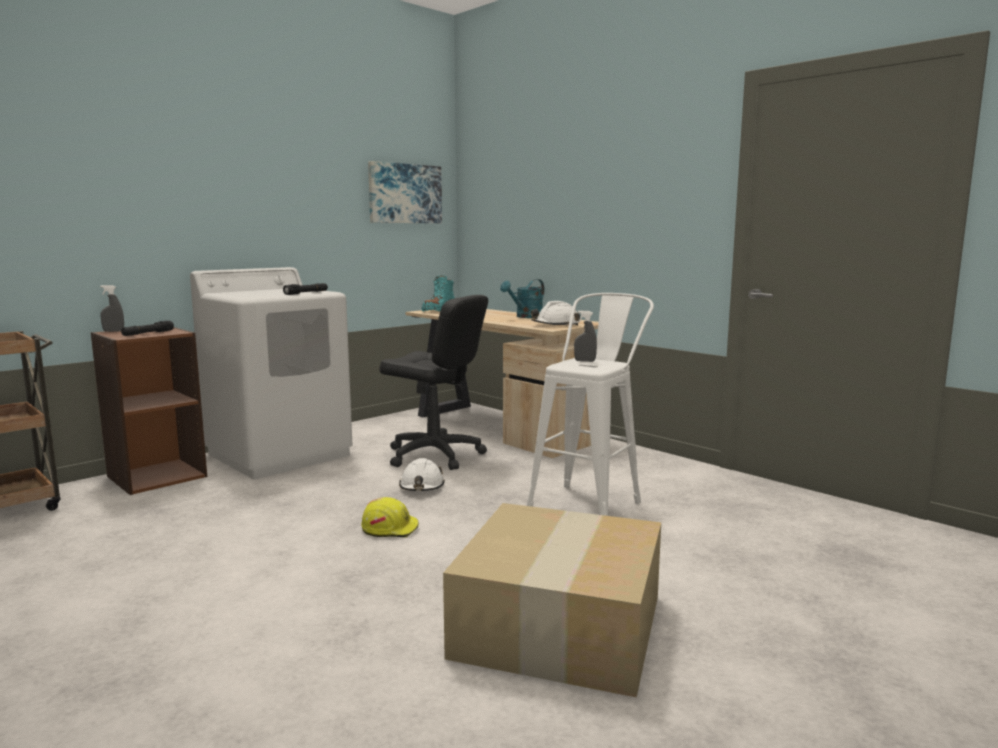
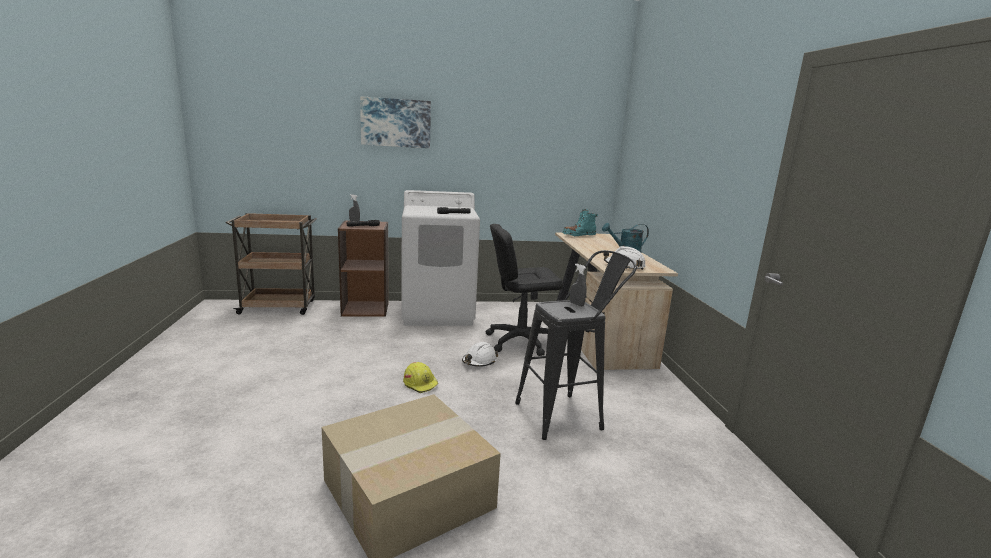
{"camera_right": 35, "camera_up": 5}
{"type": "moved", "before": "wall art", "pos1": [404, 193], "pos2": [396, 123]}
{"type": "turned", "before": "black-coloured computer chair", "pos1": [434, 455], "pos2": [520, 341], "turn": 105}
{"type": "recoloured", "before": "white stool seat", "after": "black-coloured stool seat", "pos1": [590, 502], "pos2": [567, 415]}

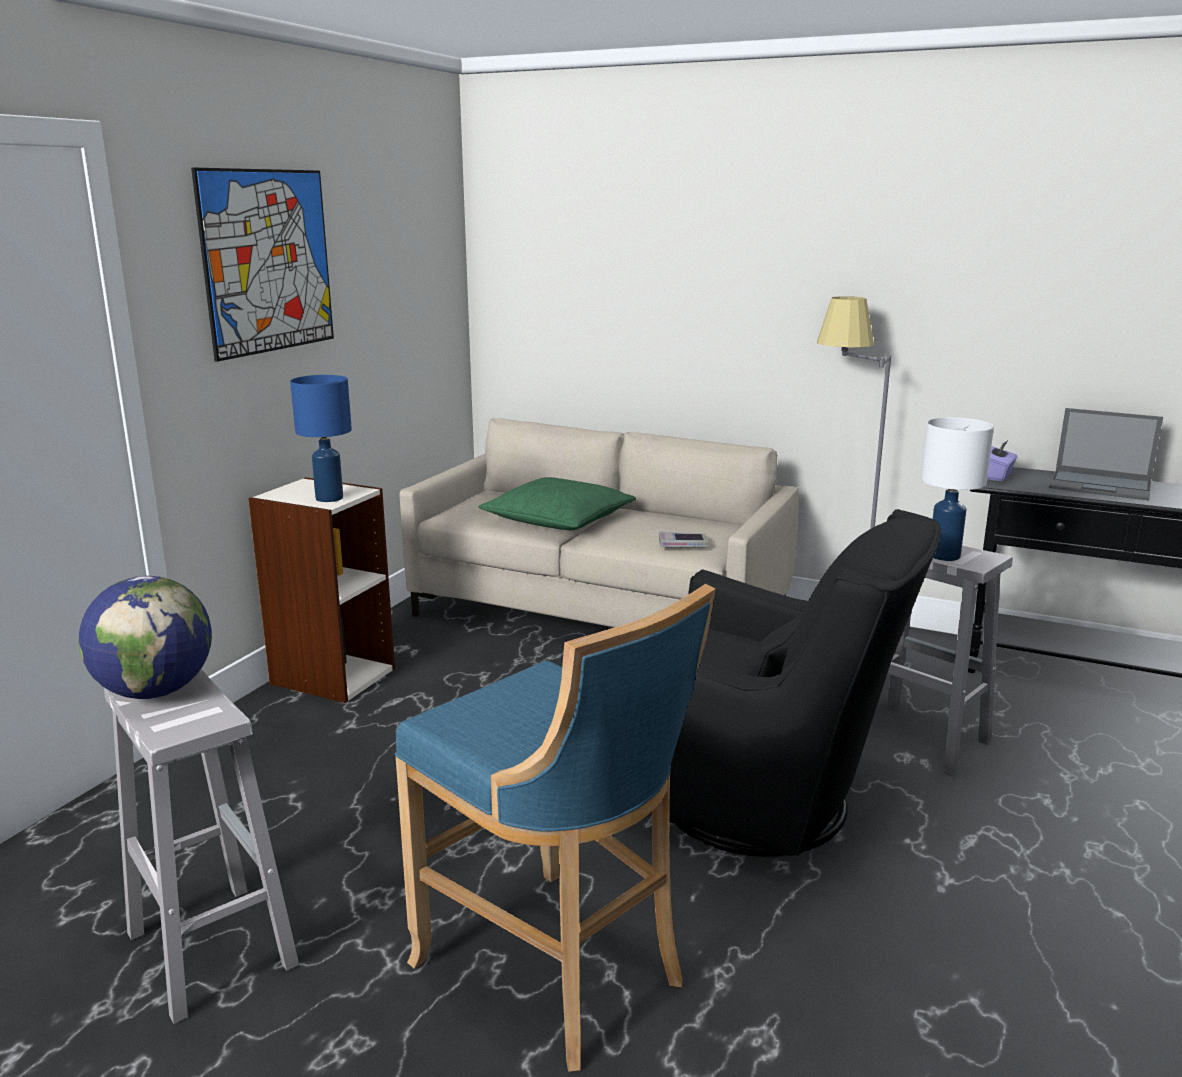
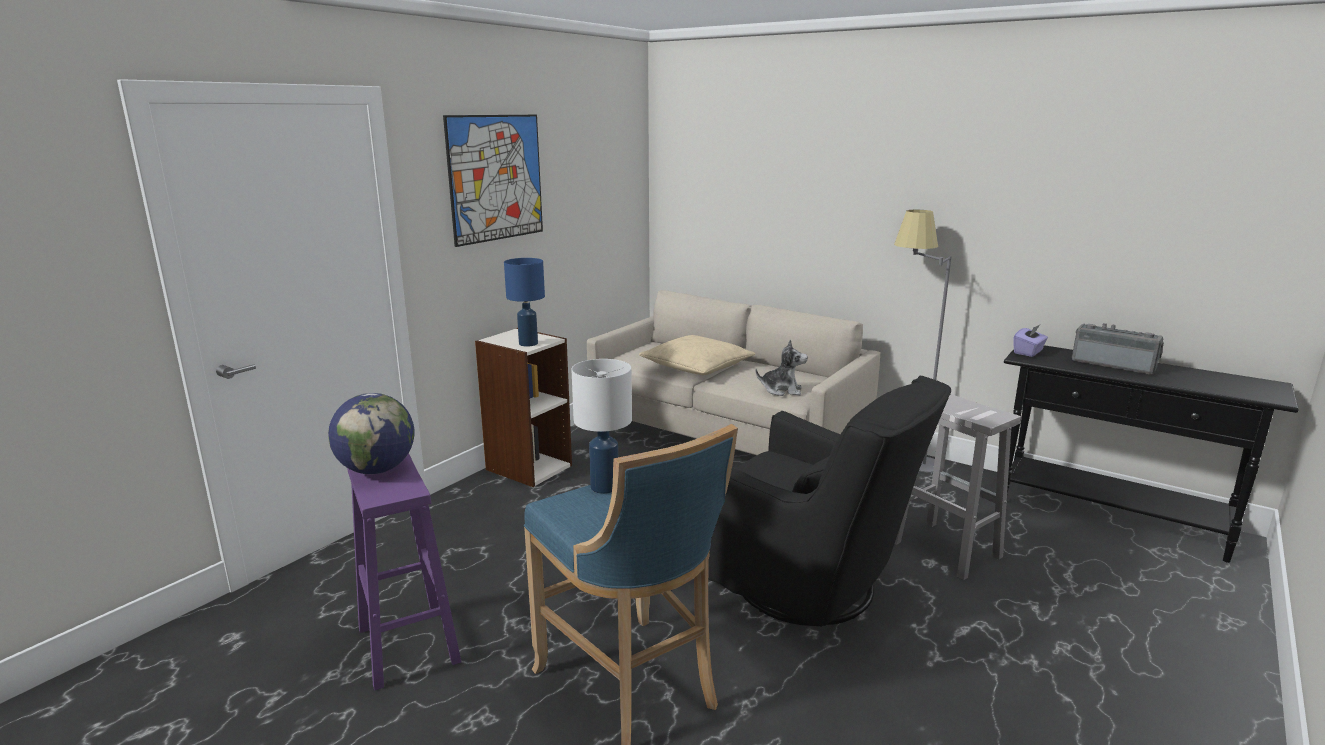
{"camera_right": 10, "camera_up": 0}
{"type": "recoloured", "before": "white stool seat", "after": "purplish stool seat", "pos1": [210, 948], "pos2": [407, 644]}
{"type": "recoloured", "before": "green throw pillow", "after": "beige-coloured throw pillow", "pos1": [558, 520], "pos2": [696, 366]}
{"type": "replaced", "before": "volume", "after": "cuddly toy", "pos1": [683, 544], "pos2": [782, 390]}
{"type": "moved", "before": "white lamp for a table", "pos1": [944, 556], "pos2": [604, 487]}
{"type": "replaced", "before": "laptop", "after": "radio set", "pos1": [1101, 486], "pos2": [1113, 364]}

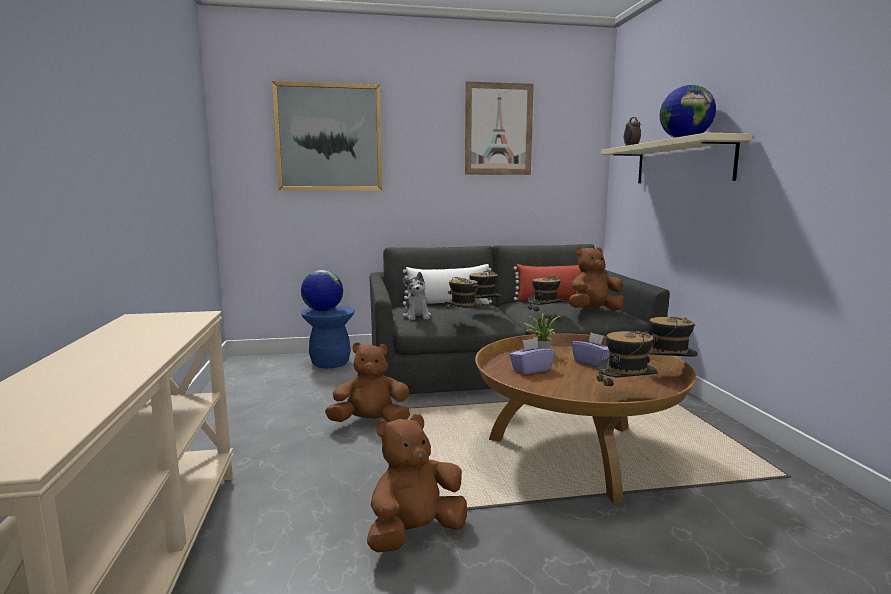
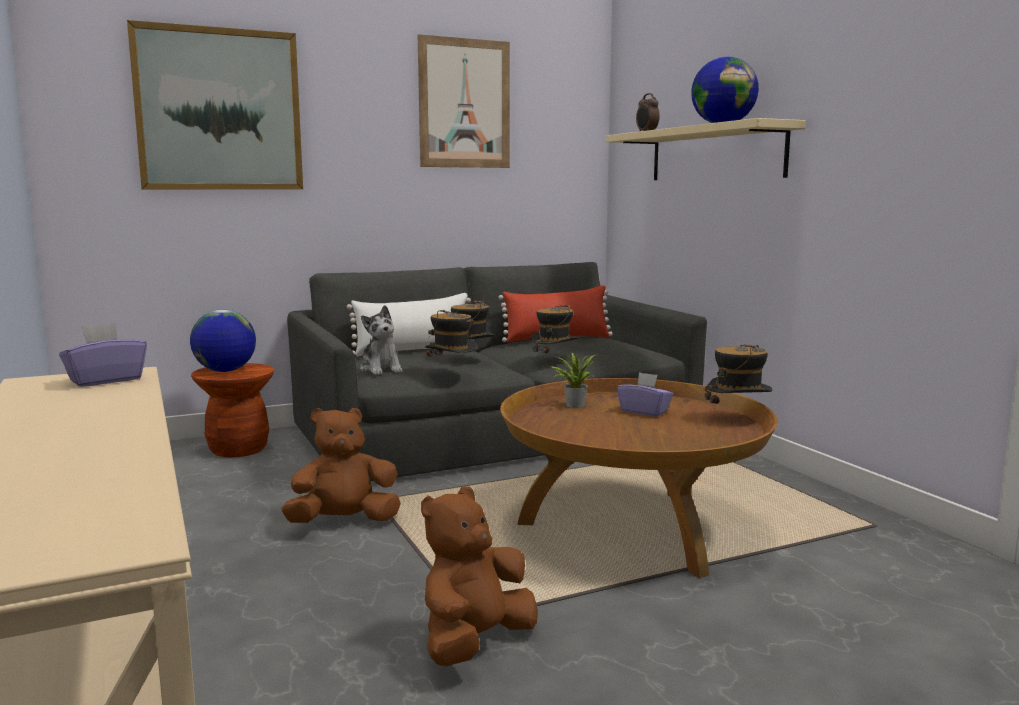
{"camera_right": -15, "camera_up": 0}
{"type": "recoloured", "before": "blue stool seat", "after": "brown stool seat", "pos1": [330, 363], "pos2": [238, 449]}
{"type": "moved", "before": "purplish box of tissues", "pos1": [531, 369], "pos2": [105, 380]}
{"type": "removed", "before": "brown cuddly toy", "pos1": [594, 311]}
{"type": "removed", "before": "wearable hat", "pos1": [625, 397]}

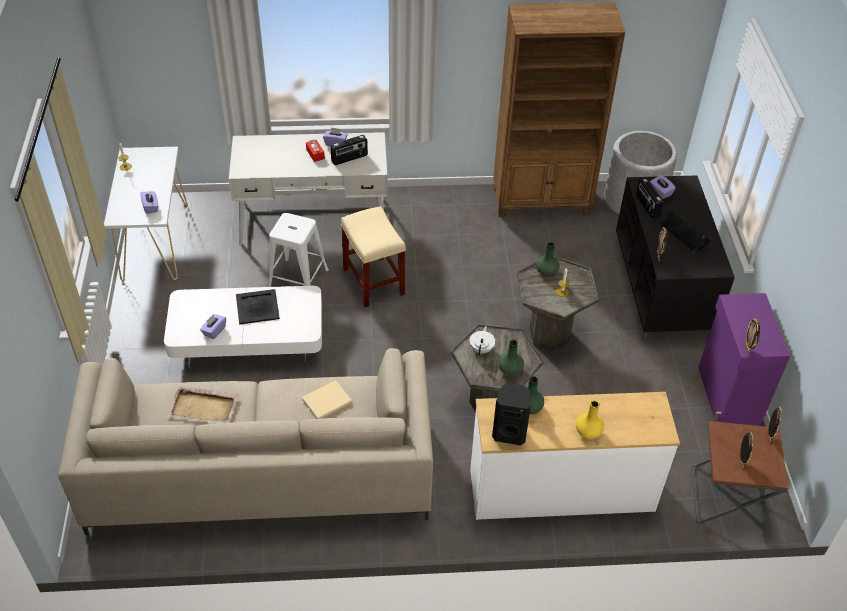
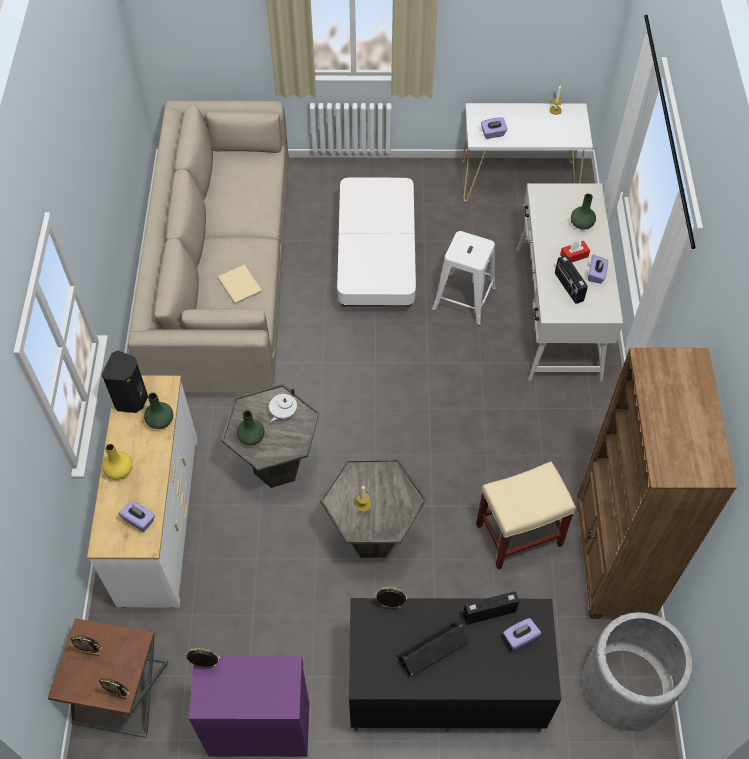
{"camera_right": 95, "camera_up": 10}
{"type": "removed", "before": "beige-coloured serving tray", "pos1": [204, 407]}
{"type": "moved", "before": "purplish box of tissues", "pos1": [214, 331], "pos2": [139, 520]}
{"type": "removed", "before": "black-coloured serving tray", "pos1": [257, 307]}
{"type": "moved", "before": "beige-coloured stool seat", "pos1": [374, 282], "pos2": [517, 535]}
{"type": "turned", "before": "white pot for tea", "pos1": [482, 349], "pos2": [283, 413], "turn": 105}
{"type": "moved", "before": "green flower vase", "pos1": [547, 271], "pos2": [581, 224]}

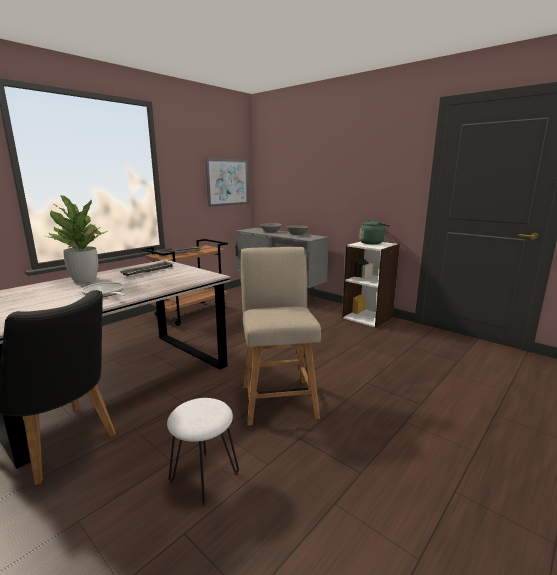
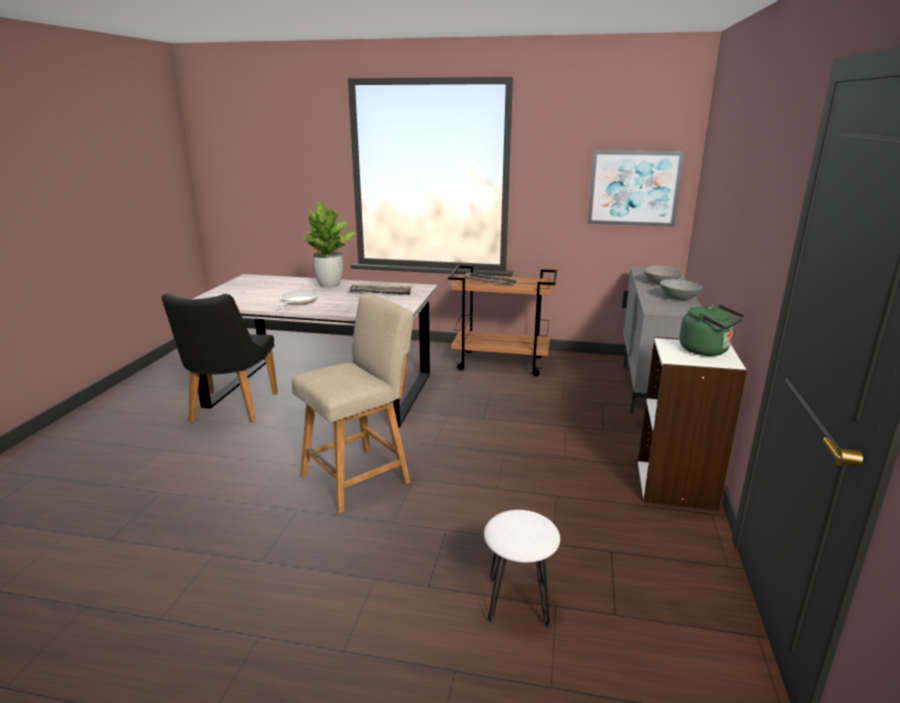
{"camera_right": 60, "camera_up": 5}
{"type": "moved", "before": "white stool seat", "pos1": [204, 477], "pos2": [518, 601]}

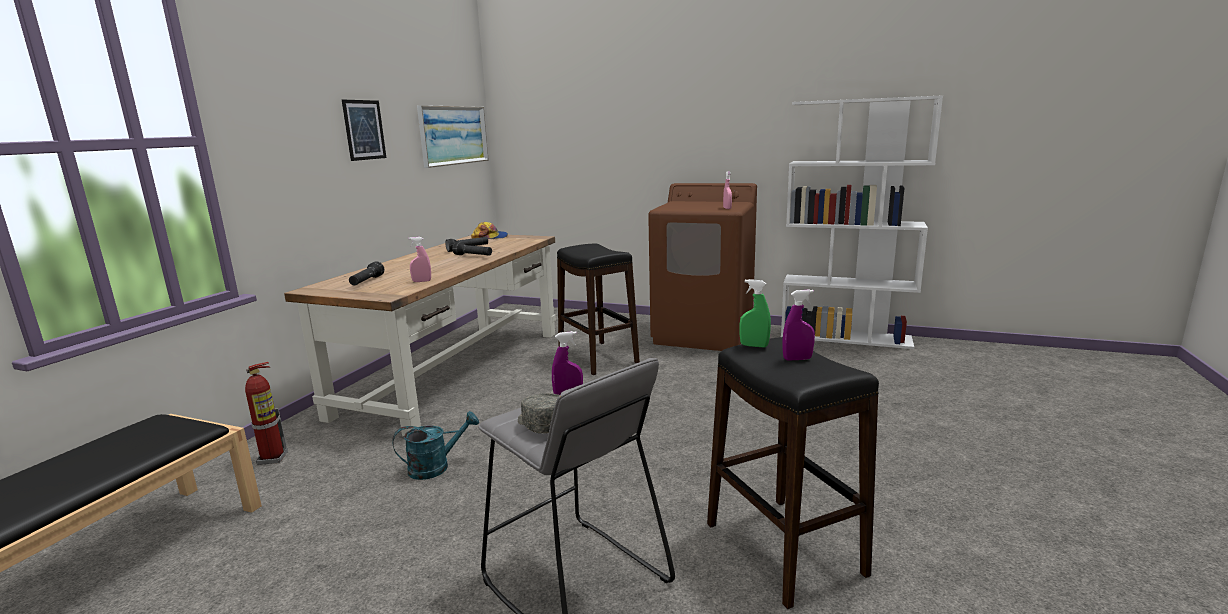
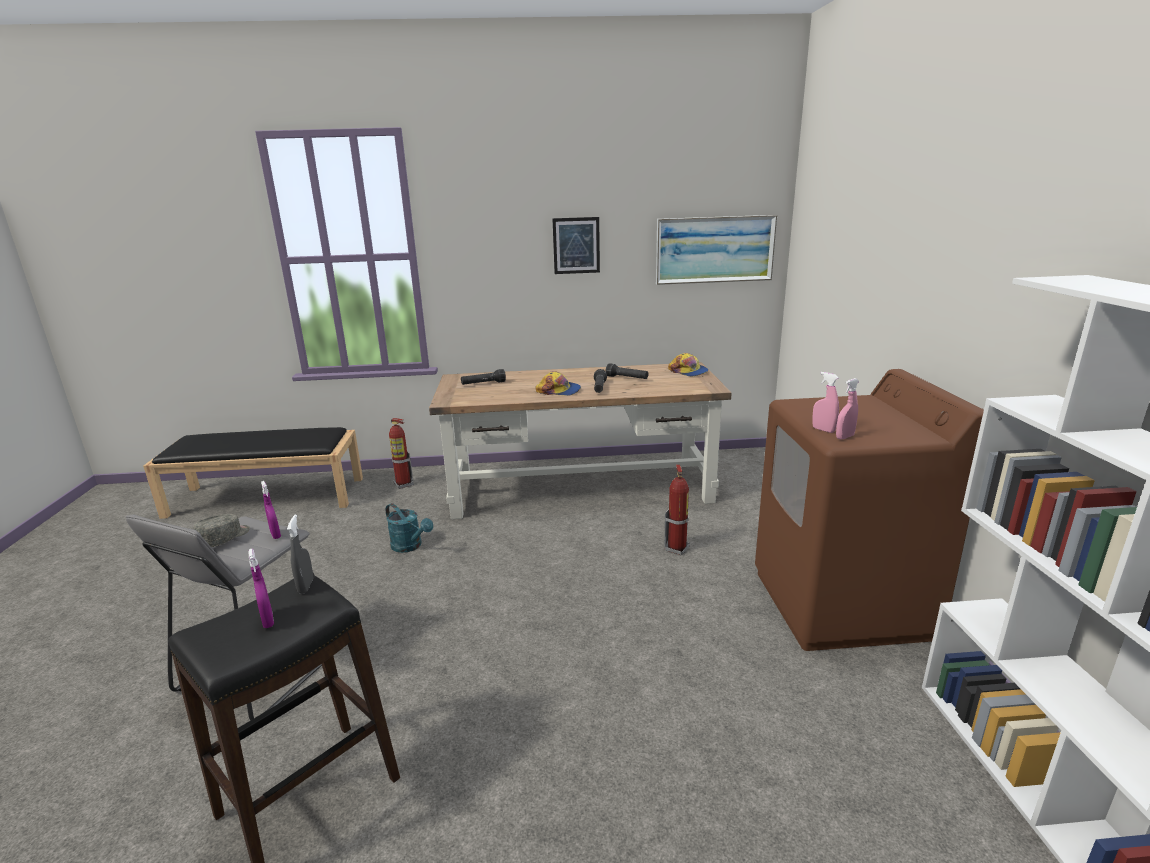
{"camera_right": 65, "camera_up": 5}
{"type": "moved", "before": "pink-coloured hand sprayer", "pos1": [422, 281], "pos2": [823, 430]}
{"type": "replaced", "before": "black-coloured stool seat", "after": "extinguisher", "pos1": [597, 358], "pos2": [677, 548]}
{"type": "recoloured", "before": "green hand sprayer", "after": "grey hand sprayer", "pos1": [754, 346], "pos2": [306, 586]}
{"type": "added", "after": "peaked cap", "pos2": [559, 390]}

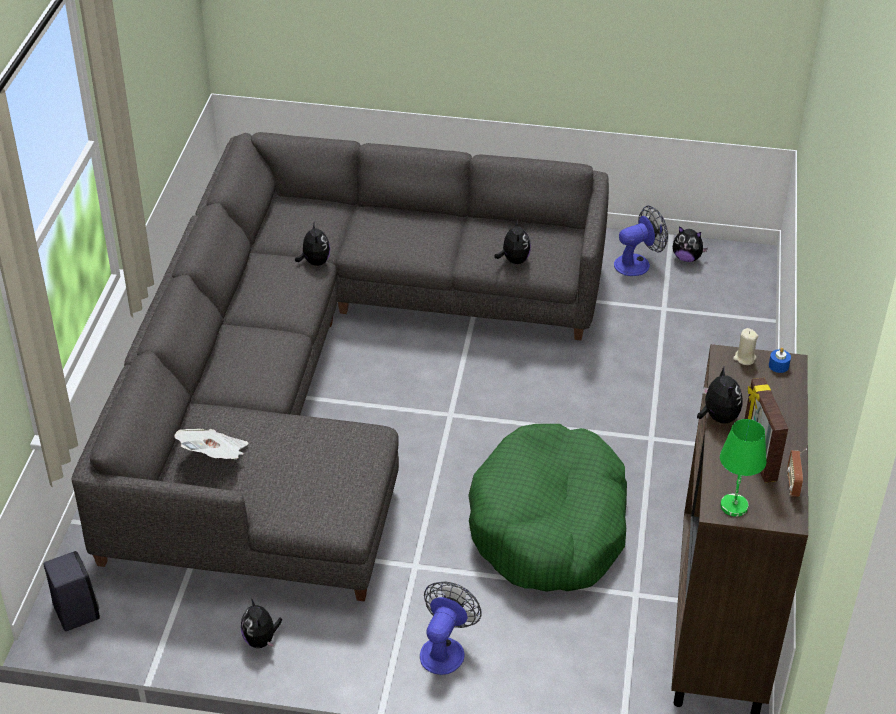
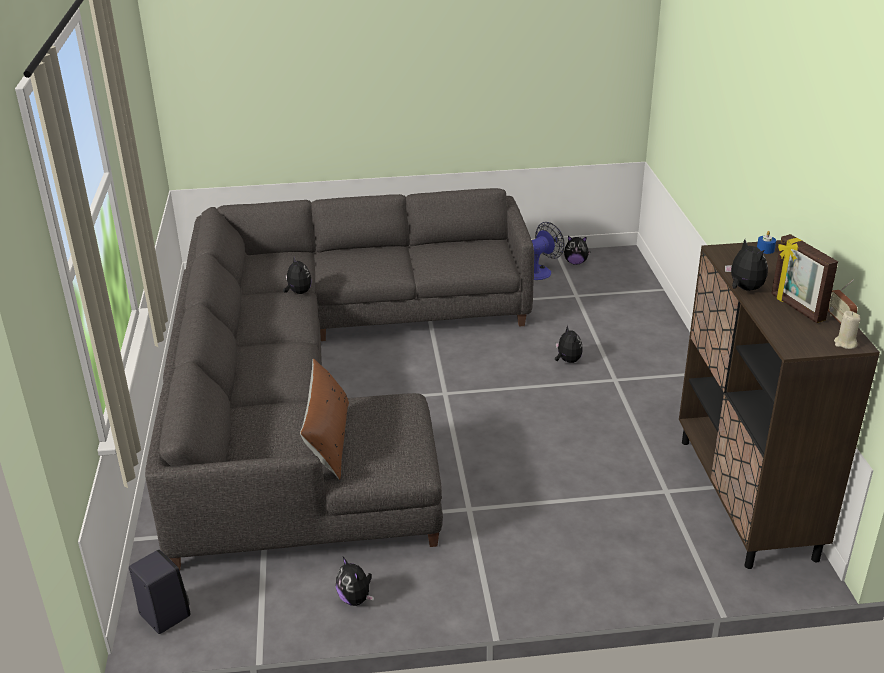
{"camera_right": -15, "camera_up": -10}
{"type": "removed", "before": "newspaper", "pos1": [215, 456]}
{"type": "removed", "before": "cooling fan", "pos1": [445, 649]}
{"type": "removed", "before": "green pet bed", "pos1": [549, 526]}
{"type": "moved", "before": "cuddly toy", "pos1": [513, 260], "pos2": [567, 361]}
{"type": "removed", "before": "green lamp for a table", "pos1": [733, 505]}
{"type": "moved", "before": "beige-coloured wax candle", "pos1": [744, 358], "pos2": [845, 343]}
{"type": "added", "after": "brown throw pillow", "pos2": [328, 439]}

